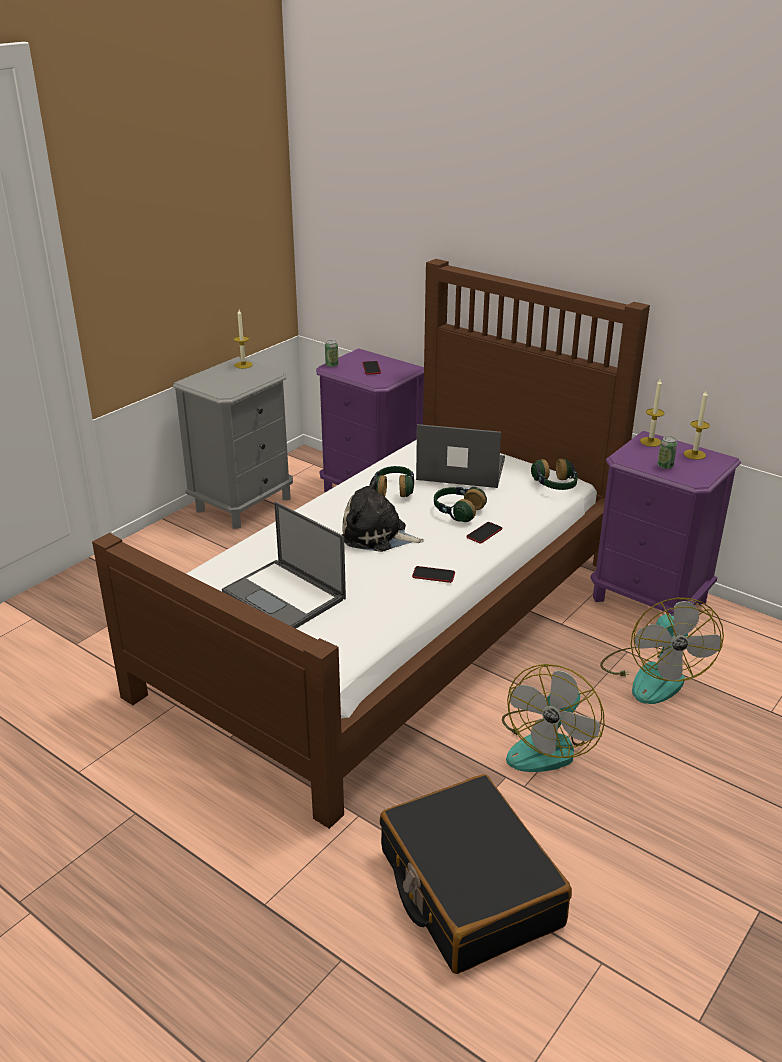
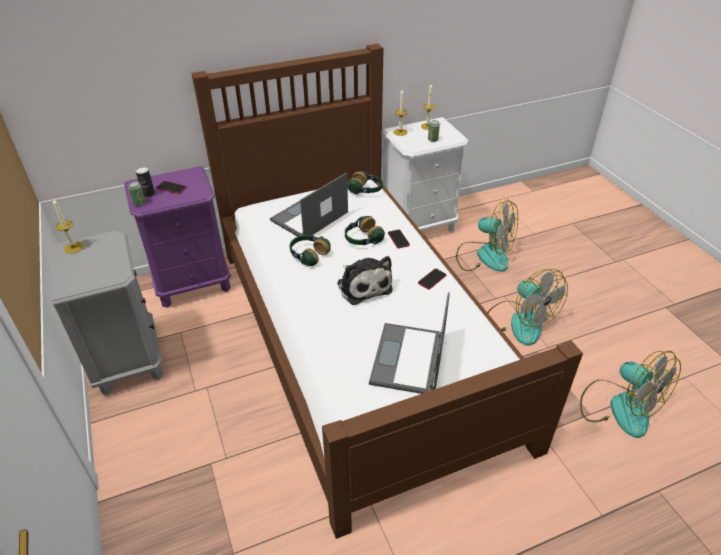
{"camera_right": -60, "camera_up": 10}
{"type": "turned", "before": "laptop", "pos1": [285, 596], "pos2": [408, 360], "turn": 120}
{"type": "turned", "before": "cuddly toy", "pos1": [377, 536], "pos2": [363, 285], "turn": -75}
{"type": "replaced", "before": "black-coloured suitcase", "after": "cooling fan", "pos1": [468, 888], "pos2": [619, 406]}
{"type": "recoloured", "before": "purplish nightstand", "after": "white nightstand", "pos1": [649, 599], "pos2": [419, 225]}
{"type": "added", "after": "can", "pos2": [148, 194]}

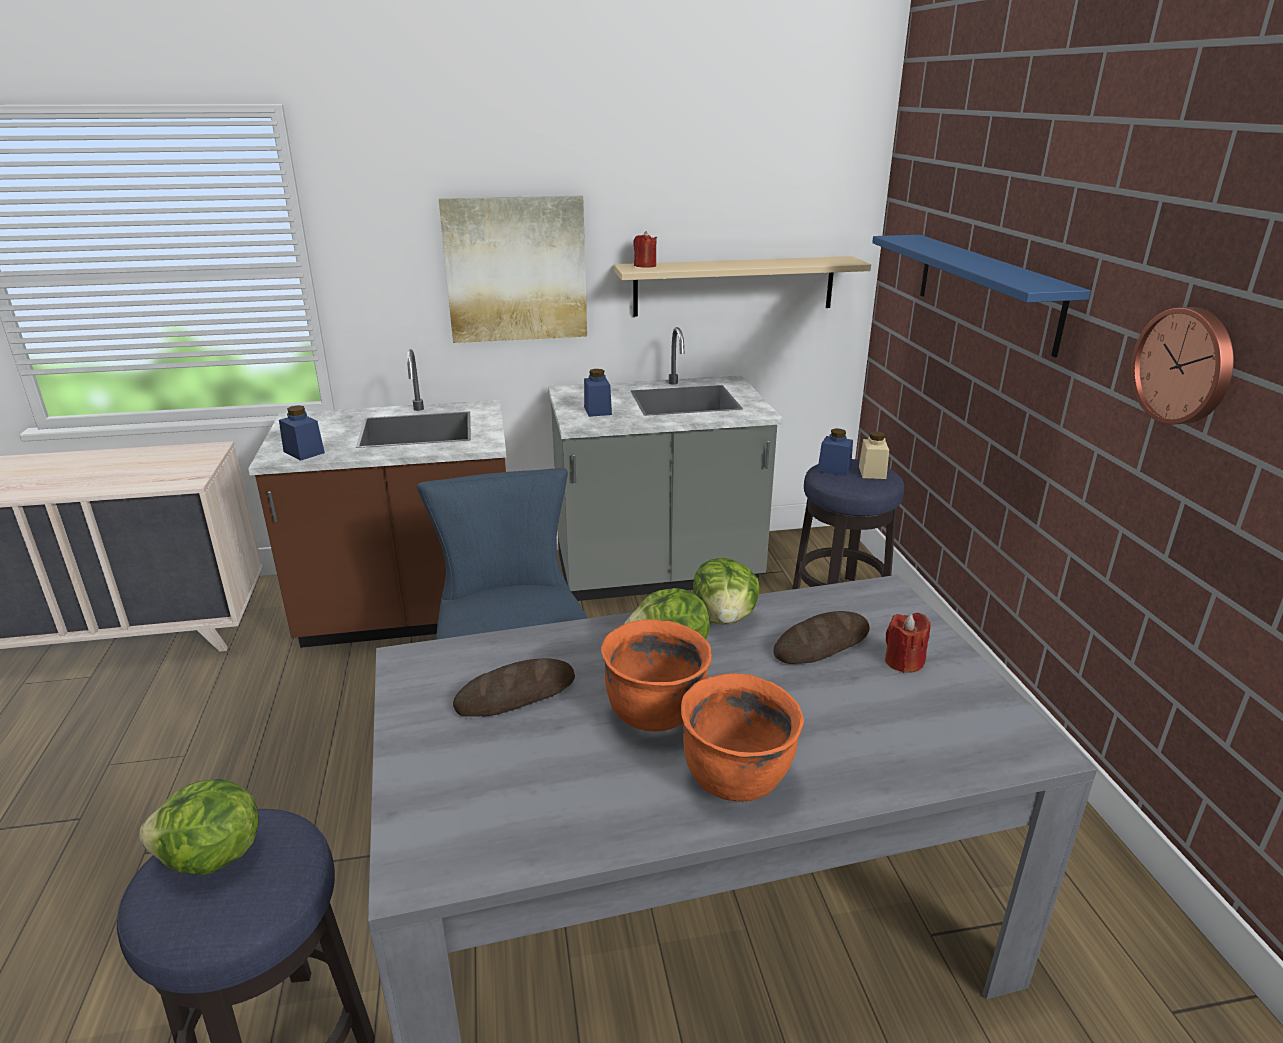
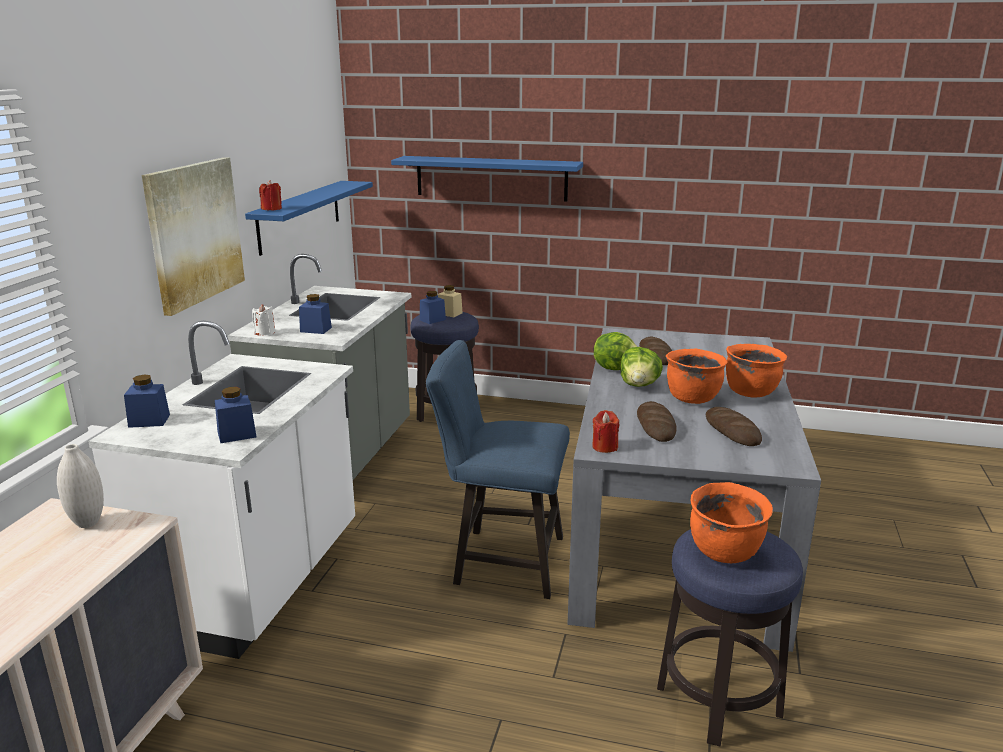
{"camera_right": -65, "camera_up": -5}
{"type": "replaced", "before": "head of lettuce", "after": "orange saucepot", "pos1": [212, 858], "pos2": [725, 552]}
{"type": "recoloured", "before": "brown kitchen base unit", "after": "white kitchen base unit", "pos1": [412, 614], "pos2": [258, 582]}
{"type": "recoloured", "before": "beige-coloured shelf", "after": "blue shelf", "pos1": [734, 286], "pos2": [300, 216]}
{"type": "moved", "before": "red-coloured wax candle", "pos1": [904, 662], "pos2": [605, 447]}
{"type": "removed", "before": "clock on the wall", "pos1": [1185, 366]}
{"type": "added", "after": "white flower vase", "pos2": [88, 523]}
{"type": "added", "after": "blue preserve jar", "pos2": [149, 421]}
{"type": "added", "after": "white wax candle", "pos2": [265, 333]}
{"type": "added", "after": "bakery bread", "pos2": [732, 431]}

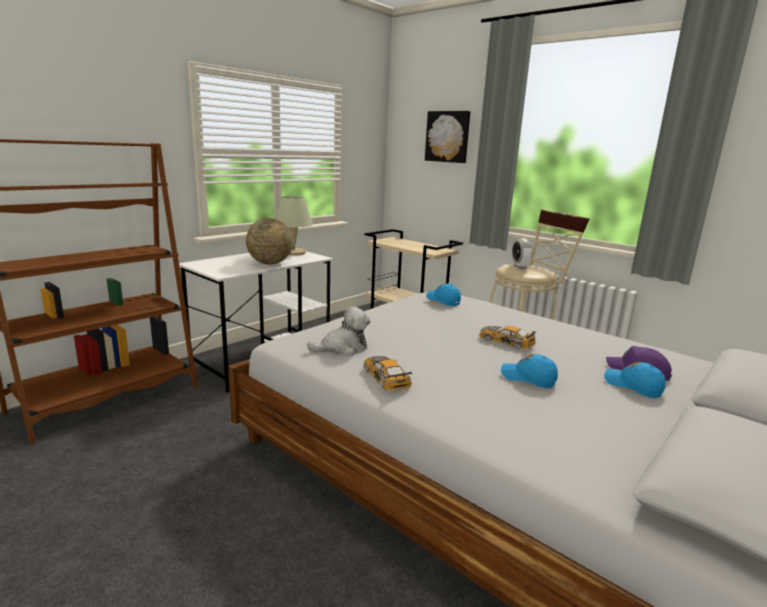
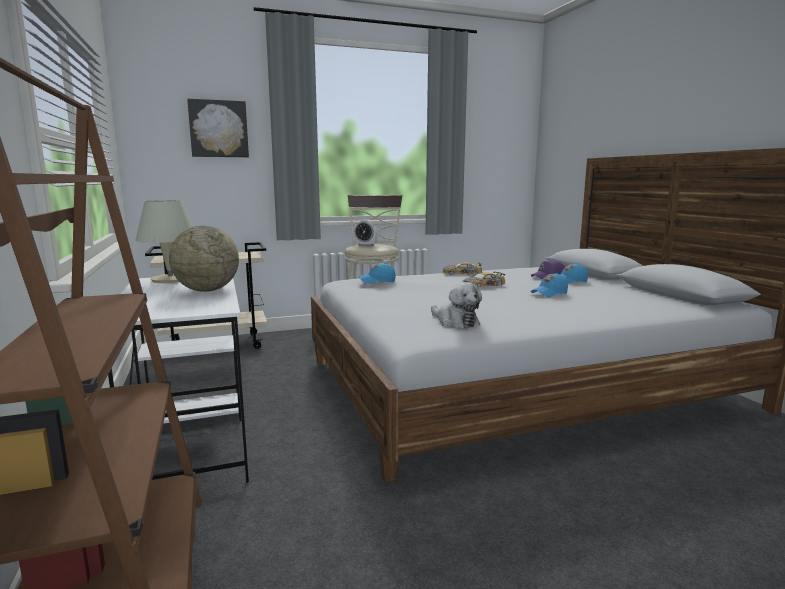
{"camera_right": -60, "camera_up": -5}
{"type": "turned", "before": "cuddly toy", "pos1": [343, 348], "pos2": [455, 322], "turn": 135}
{"type": "moved", "before": "model car", "pos1": [386, 377], "pos2": [462, 273]}

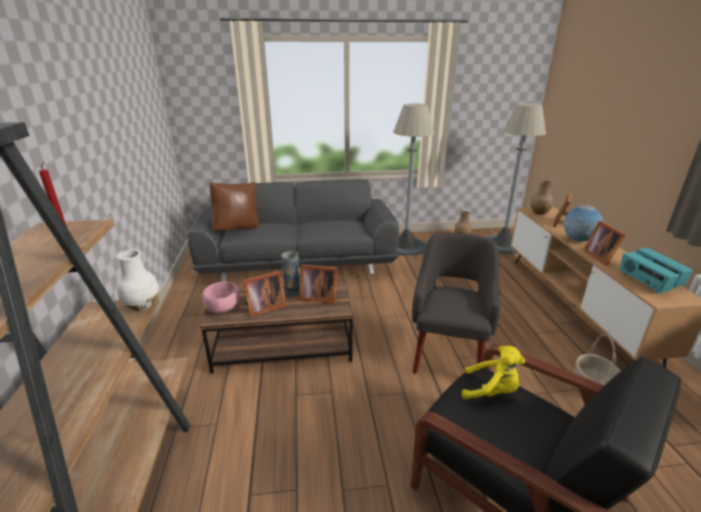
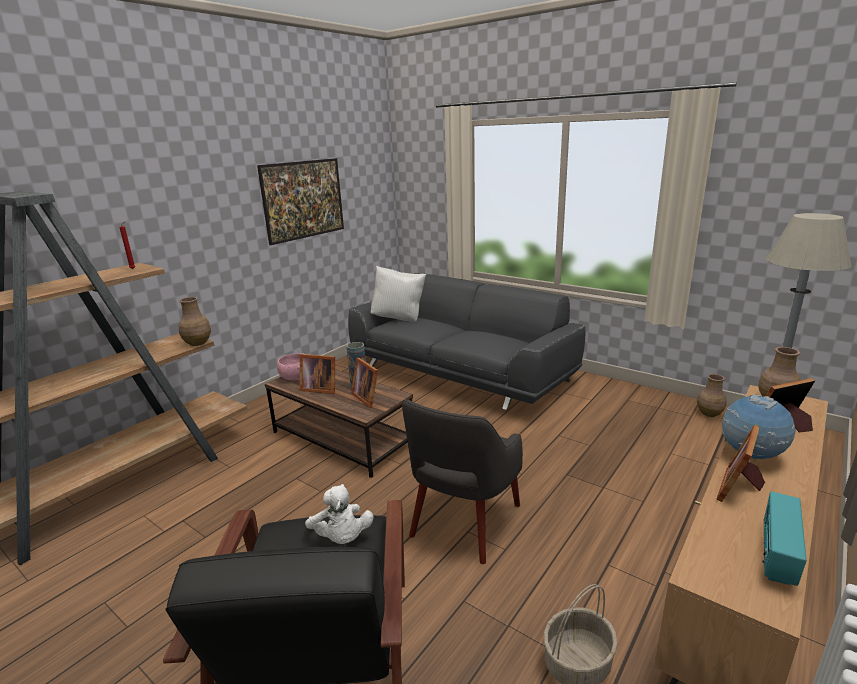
{"camera_right": 45, "camera_up": -5}
{"type": "recoloured", "before": "white flower vase", "after": "brown flower vase", "pos1": [143, 305], "pos2": [198, 343]}
{"type": "recoloured", "before": "brown throw pillow", "after": "white throw pillow", "pos1": [237, 228], "pos2": [399, 318]}
{"type": "removed", "before": "grey standard lamp", "pos1": [405, 246]}
{"type": "turned", "before": "grey armchair", "pos1": [448, 353], "pos2": [464, 521], "turn": 150}
{"type": "recoloured", "before": "yellow-coloured cuddly toy", "after": "white cuddly toy", "pos1": [491, 391], "pos2": [341, 538]}
{"type": "removed", "before": "radio set", "pos1": [642, 283]}
{"type": "added", "after": "wall art", "pos2": [305, 218]}

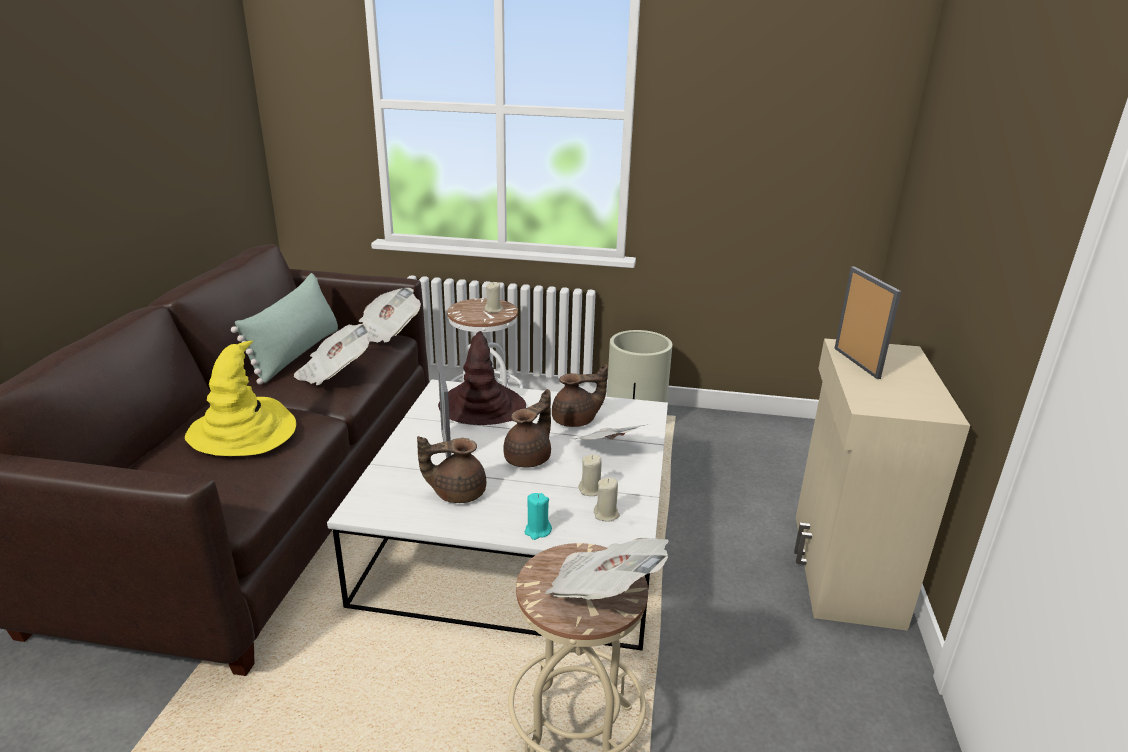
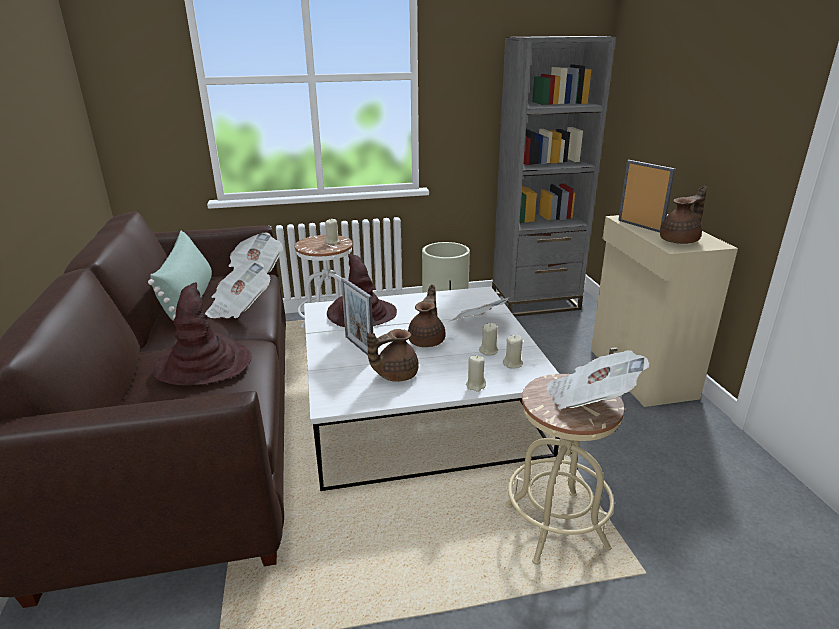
{"camera_right": -20, "camera_up": 0}
{"type": "recoloured", "before": "yellow-coloured wearable hat", "after": "brown wearable hat", "pos1": [243, 431], "pos2": [203, 363]}
{"type": "recoloured", "before": "blue-green wax candle", "after": "beige-coloured wax candle", "pos1": [537, 531], "pos2": [475, 385]}
{"type": "moved", "before": "brown pot for tea", "pos1": [576, 421], "pos2": [680, 241]}
{"type": "added", "after": "grey bookcase", "pos2": [535, 302]}

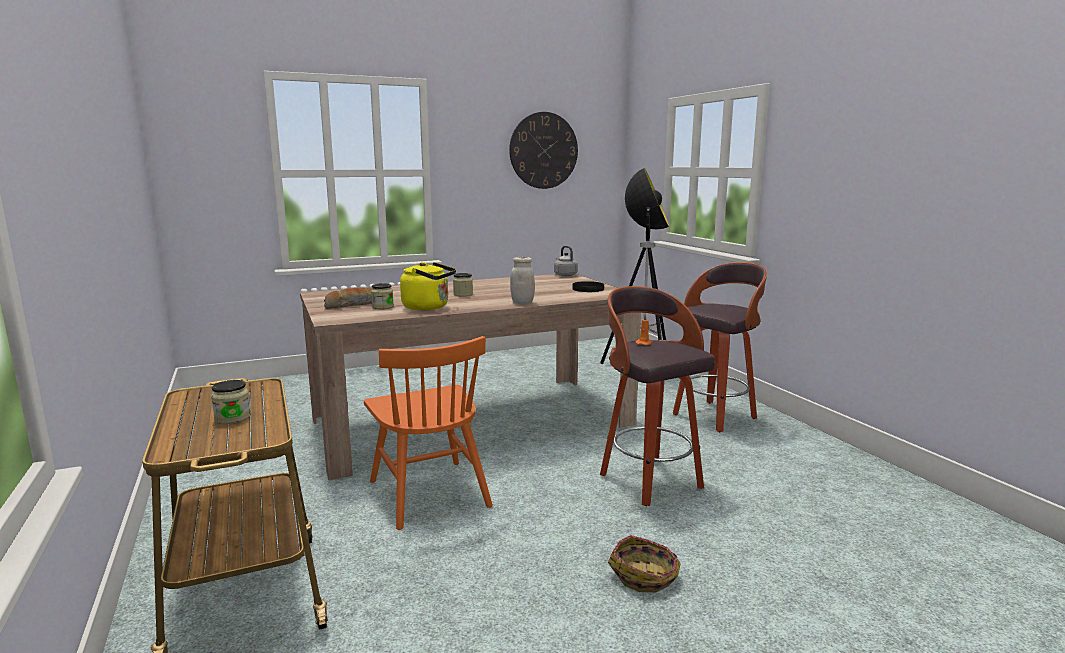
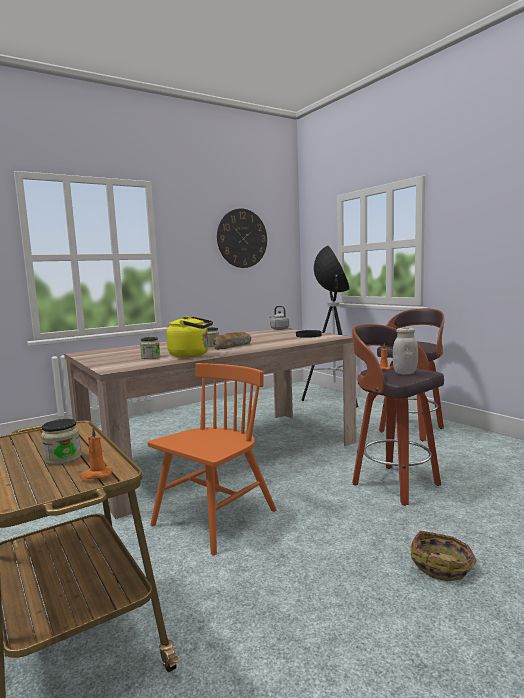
{"camera_right": -10, "camera_up": -5}
{"type": "moved", "before": "bakery bread", "pos1": [353, 305], "pos2": [232, 346]}
{"type": "turned", "before": "orange chair", "pos1": [429, 493], "pos2": [214, 518], "turn": -105}
{"type": "moved", "before": "white preserve jar", "pos1": [522, 302], "pos2": [405, 373]}
{"type": "added", "after": "orange wax candle", "pos2": [96, 475]}

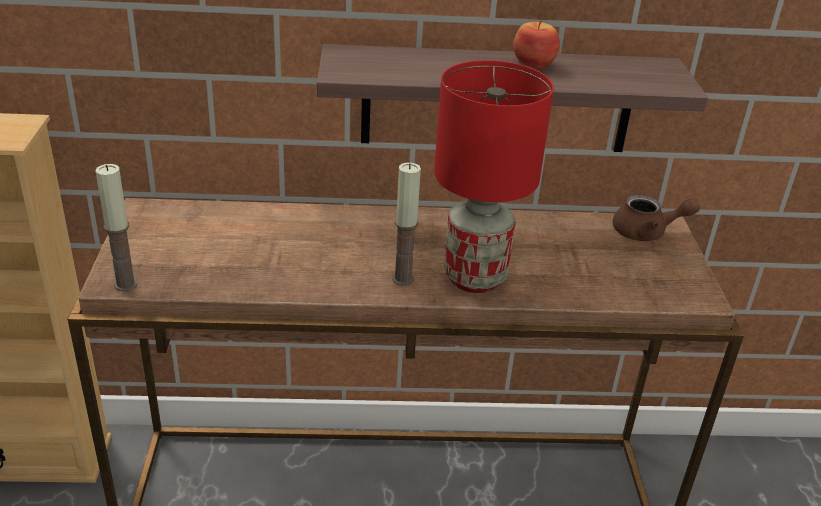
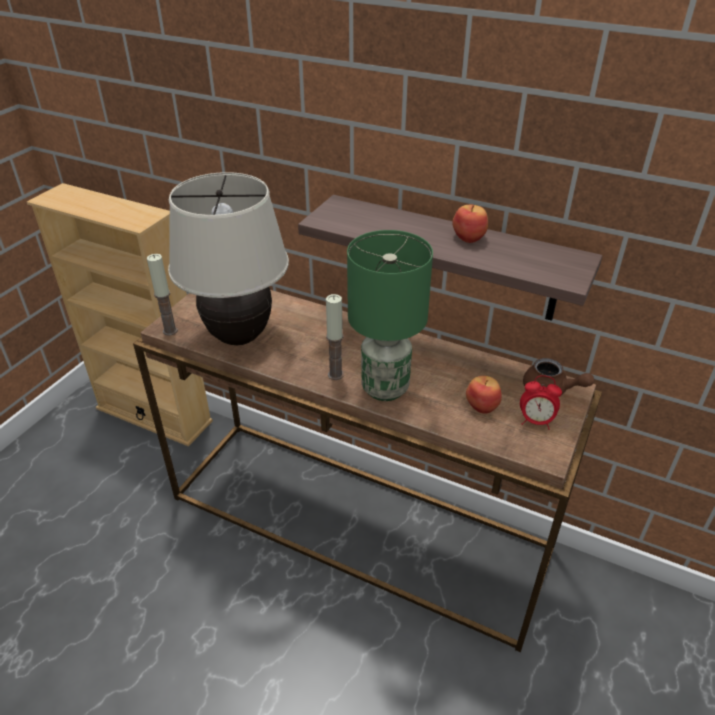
{"camera_right": 30, "camera_up": 5}
{"type": "recoloured", "before": "red-coloured lamp for a table", "after": "green lamp for a table", "pos1": [474, 277], "pos2": [385, 387]}
{"type": "added", "after": "beige-coloured lamp for a table", "pos2": [239, 337]}
{"type": "added", "after": "apple fruit", "pos2": [482, 405]}
{"type": "added", "after": "bedside clock", "pos2": [536, 421]}

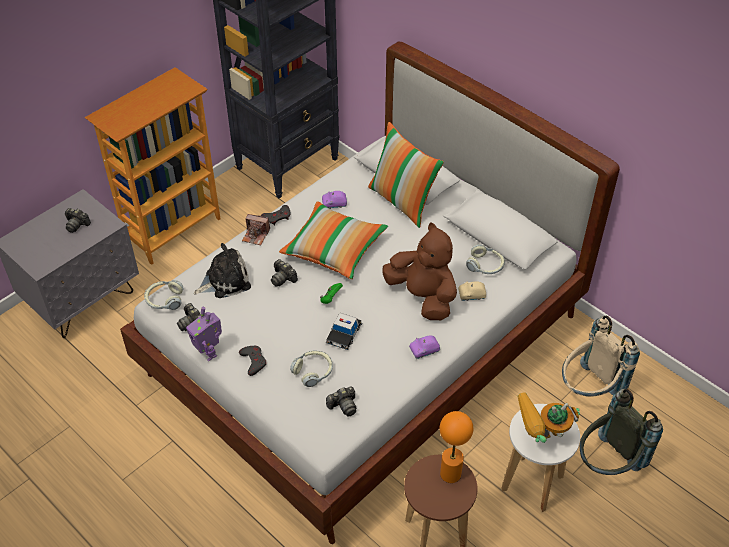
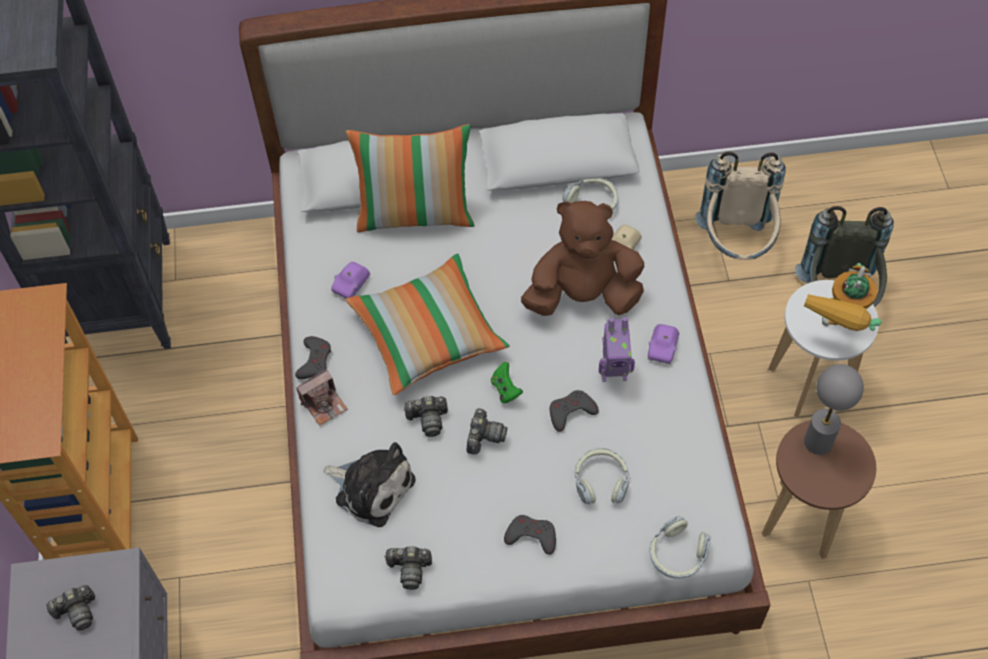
{"camera_right": -50, "camera_up": 10}
{"type": "moved", "before": "headphones", "pos1": [164, 300], "pos2": [677, 554]}
{"type": "moved", "before": "robot figure", "pos1": [209, 352], "pos2": [613, 373]}
{"type": "turned", "before": "cuddly toy", "pos1": [225, 281], "pos2": [371, 487], "turn": 105}
{"type": "replaced", "before": "model car", "after": "grey game controller", "pos1": [344, 334], "pos2": [571, 412]}
{"type": "moved", "before": "still camera", "pos1": [343, 406], "pos2": [484, 437]}
{"type": "recoloured", "before": "orange lamp for a table", "after": "grey lamp for a table", "pos1": [450, 473], "pos2": [817, 442]}

